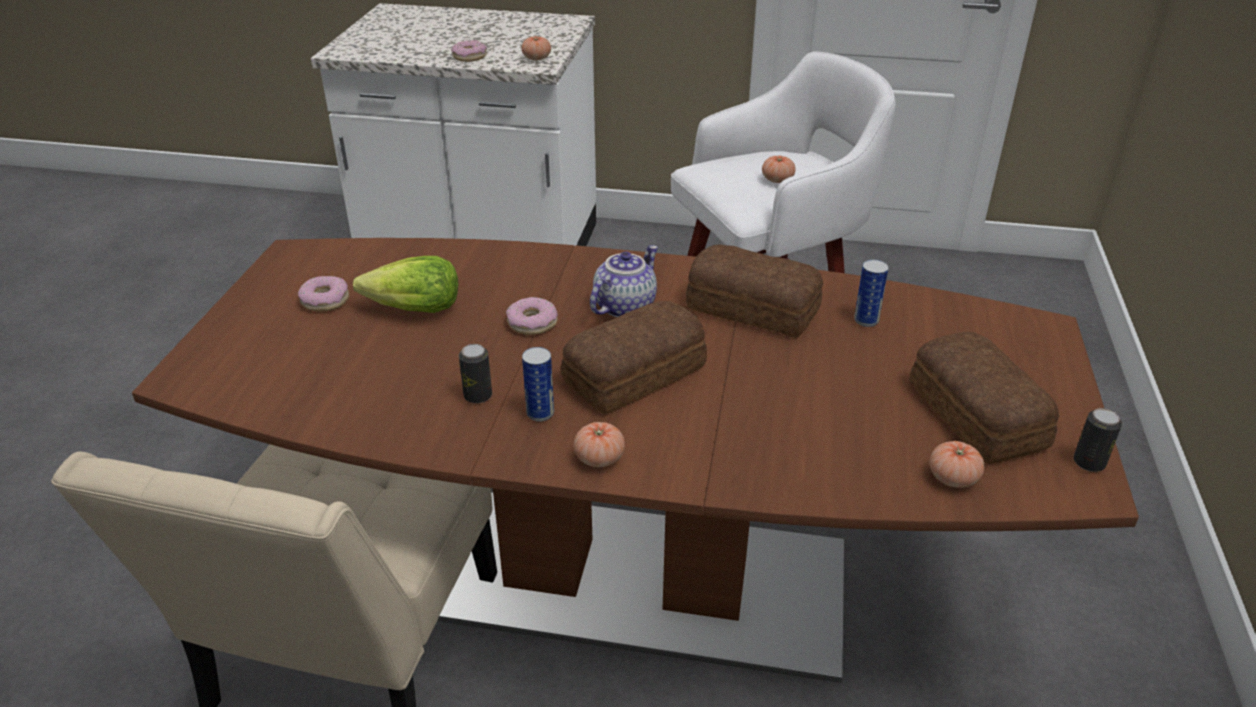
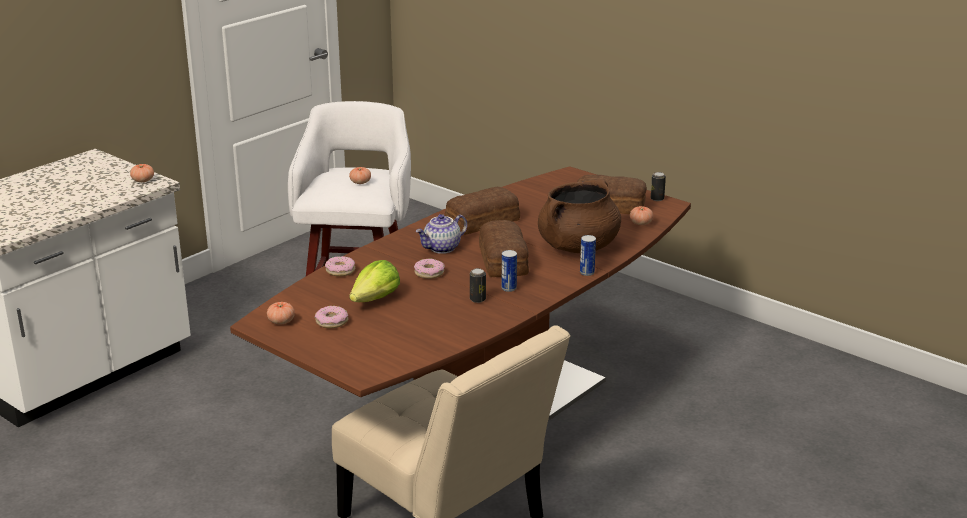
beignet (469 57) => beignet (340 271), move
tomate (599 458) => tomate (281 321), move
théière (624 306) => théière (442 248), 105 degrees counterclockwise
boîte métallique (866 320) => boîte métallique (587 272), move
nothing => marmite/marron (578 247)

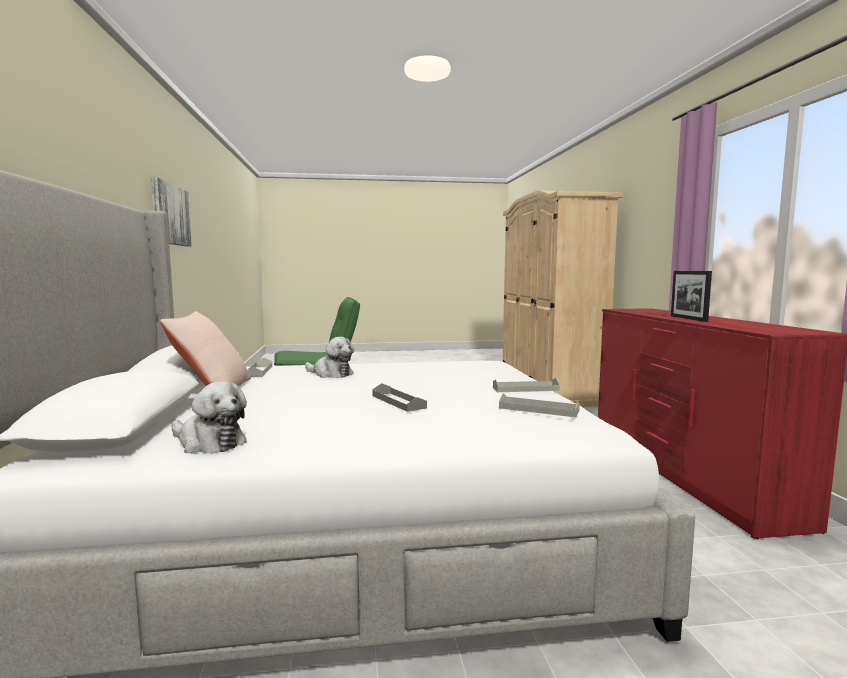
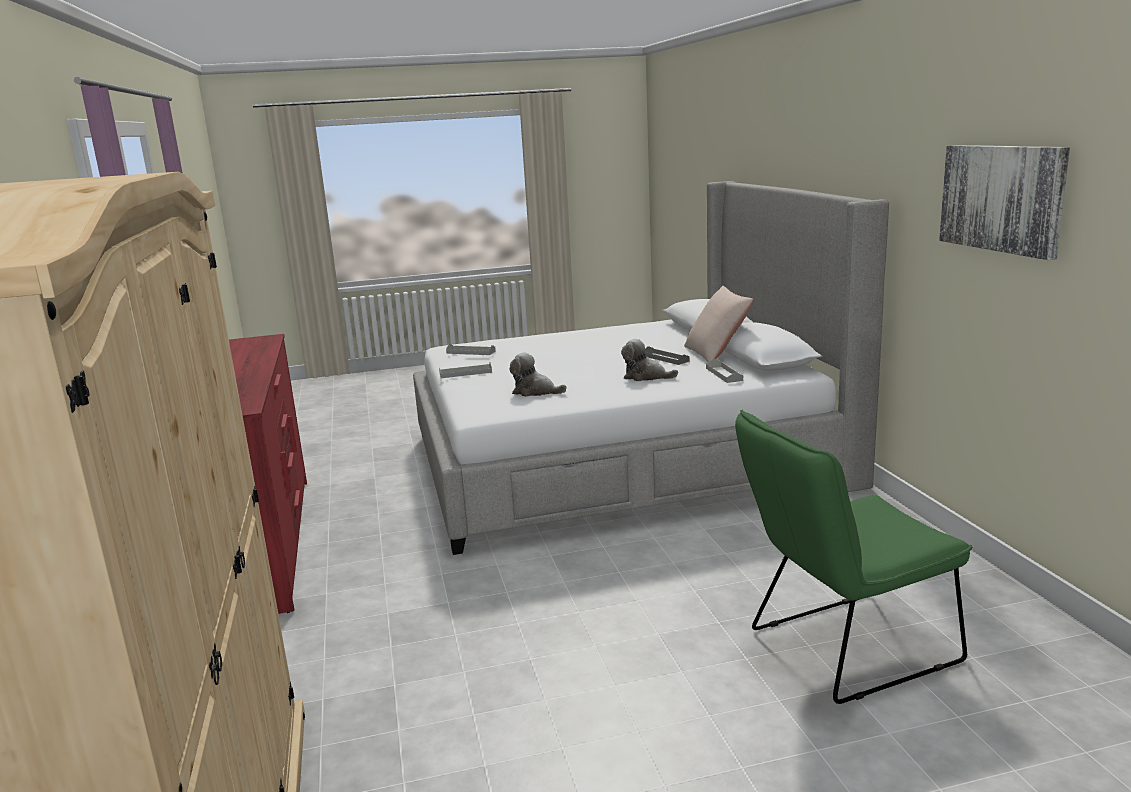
peluche (209 443) => peluche (535 391), move
plateau/gris (398 401) => plateau/gris (665 358), move
cadre photo (688 318) => nothing

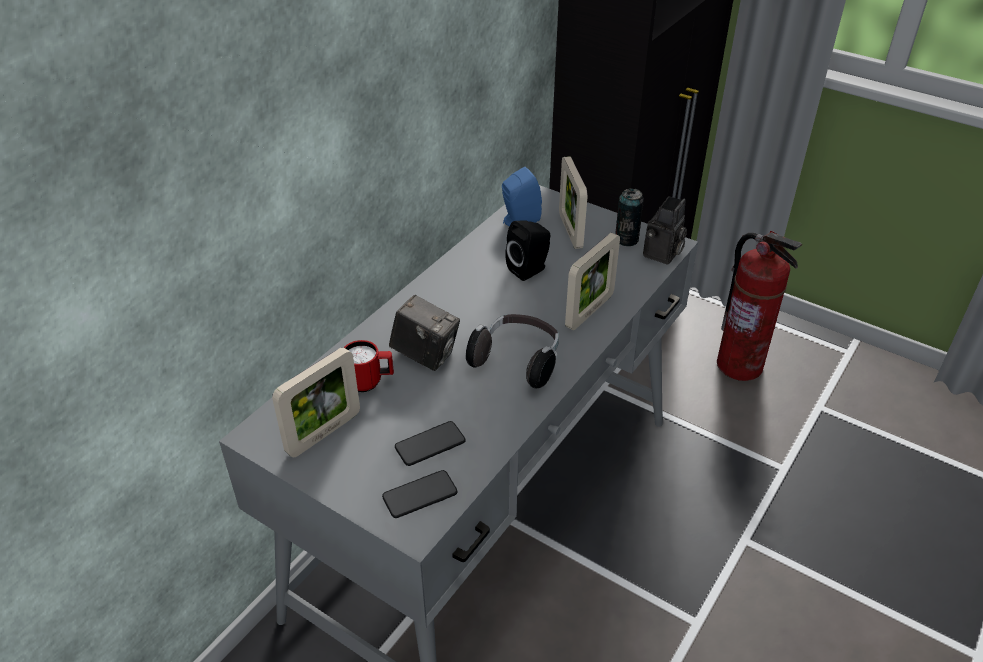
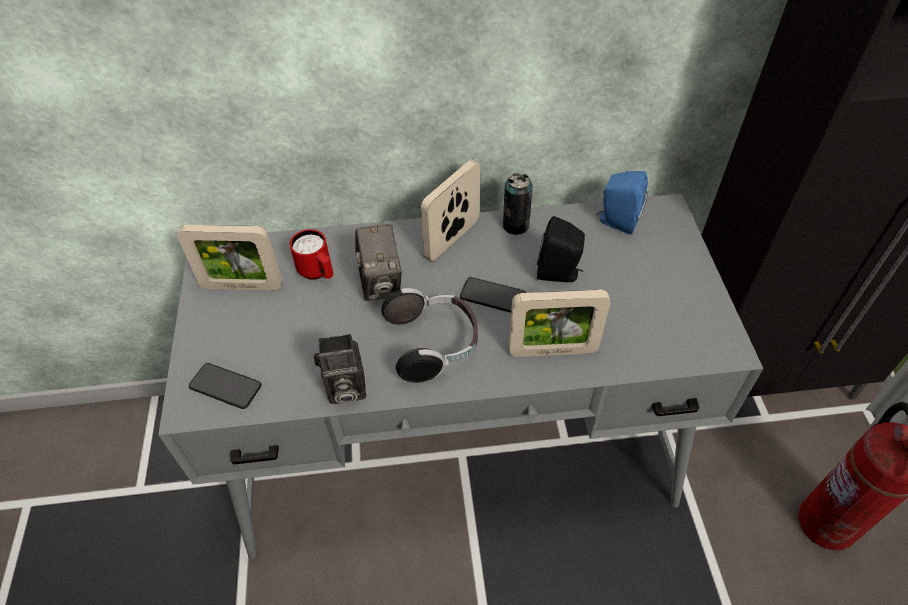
téléphone (430 444) => téléphone (492 296), move
cadre photo (570 231) => cadre photo (452 239), move
boîte métallique (626 239) => boîte métallique (515 225), move
appareil photo (662 255) => appareil photo (344 390), move

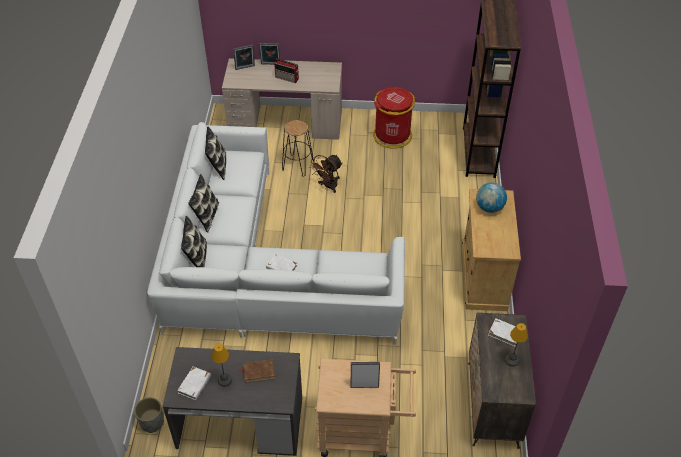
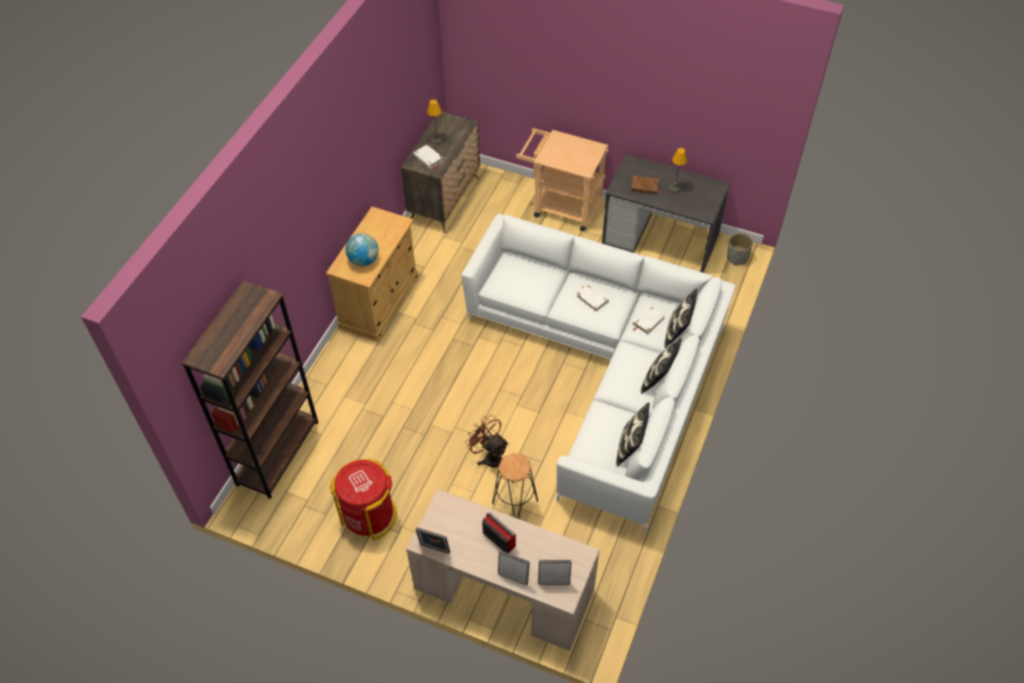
livre/blanc (195 384) => livre/blanc (648 321), move
ventilateur/marron (328 186) => ventilateur/marron (489 457), 105 degrees counterclockwise
cadre photo (364 385) => cadre photo (434 550), move

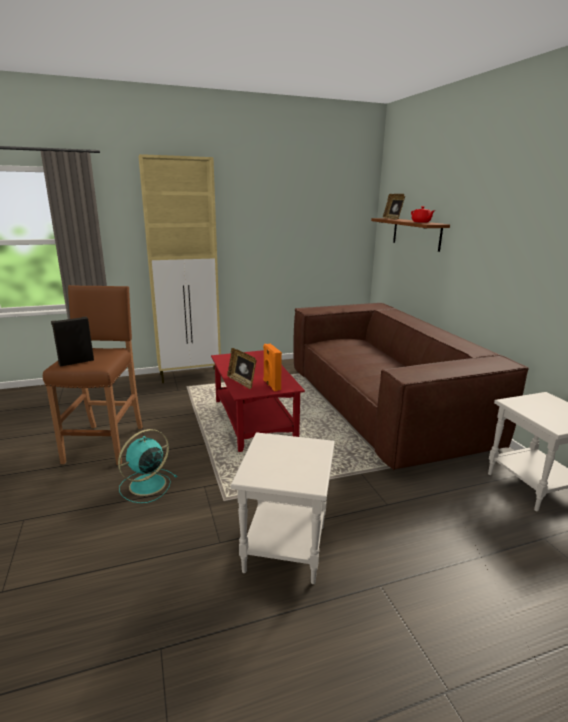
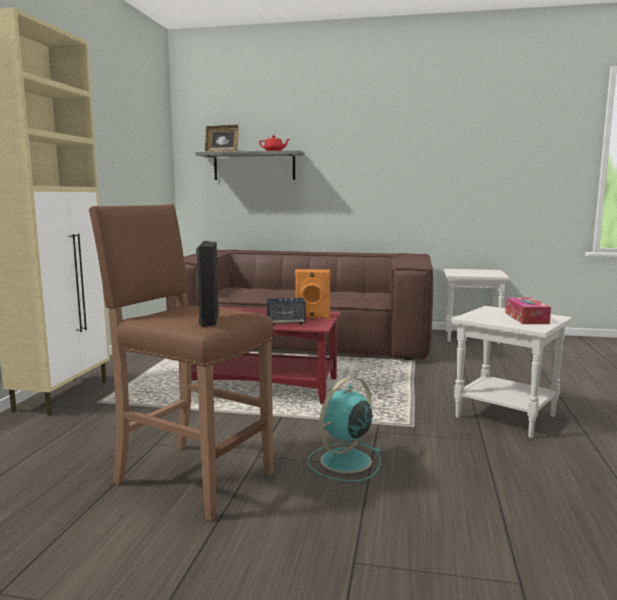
ventilateur/turquoise (146 485) => ventilateur/turquoise (344 462), 60 degrees clockwise
cadre photo (242 382) => enceinte (286 323)
étagère/marron (416 234) => étagère/gris (254 166)
nothing => boîte à mouchoirs (526 318)

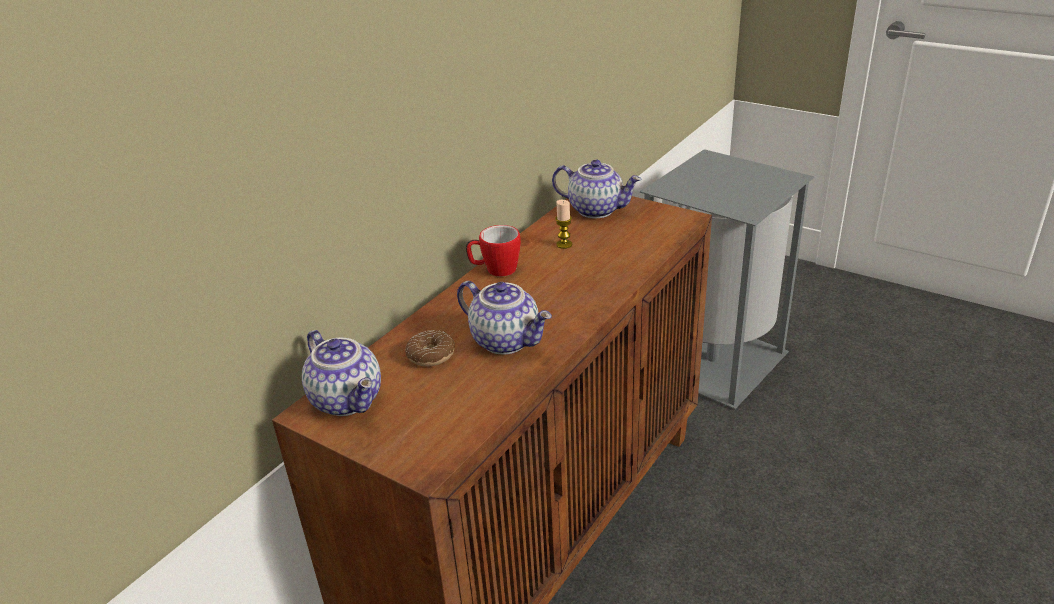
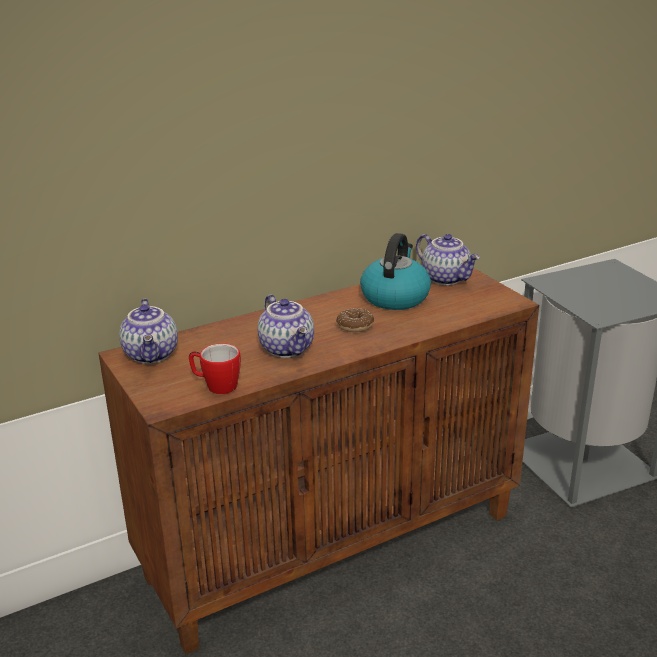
beignet (431 355) => beignet (355 326), move
mug (495 270) => mug (216 386), move
bougie (564 244) => bouilloire (395 297)

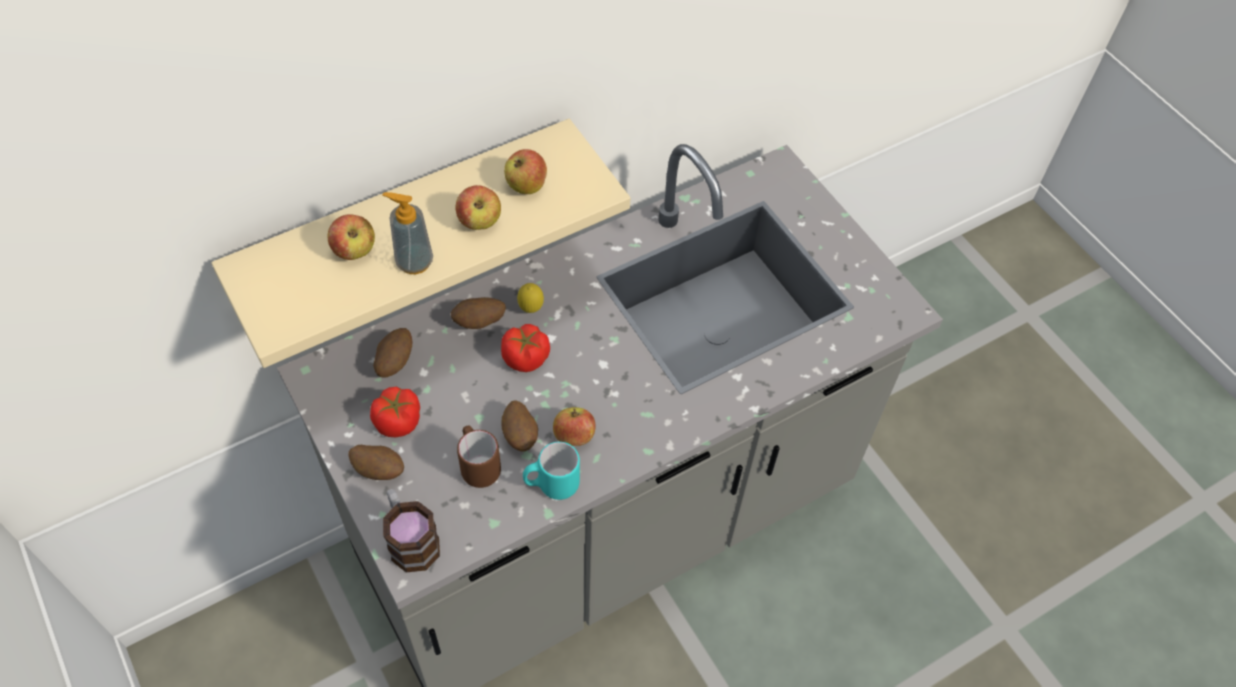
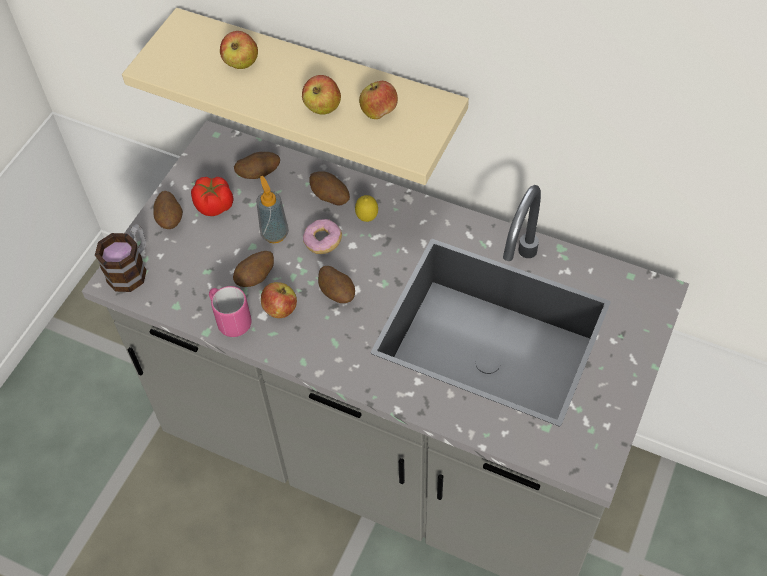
distributeur de savon (414 262) => distributeur de savon (274 234), move
mug/marron (478 465) => nothing
tomate (526 358) => beignet (323 242)
mug/turquoise (551 484) => mug/rose (230 320)
nothing => pomme de terre (337 293)

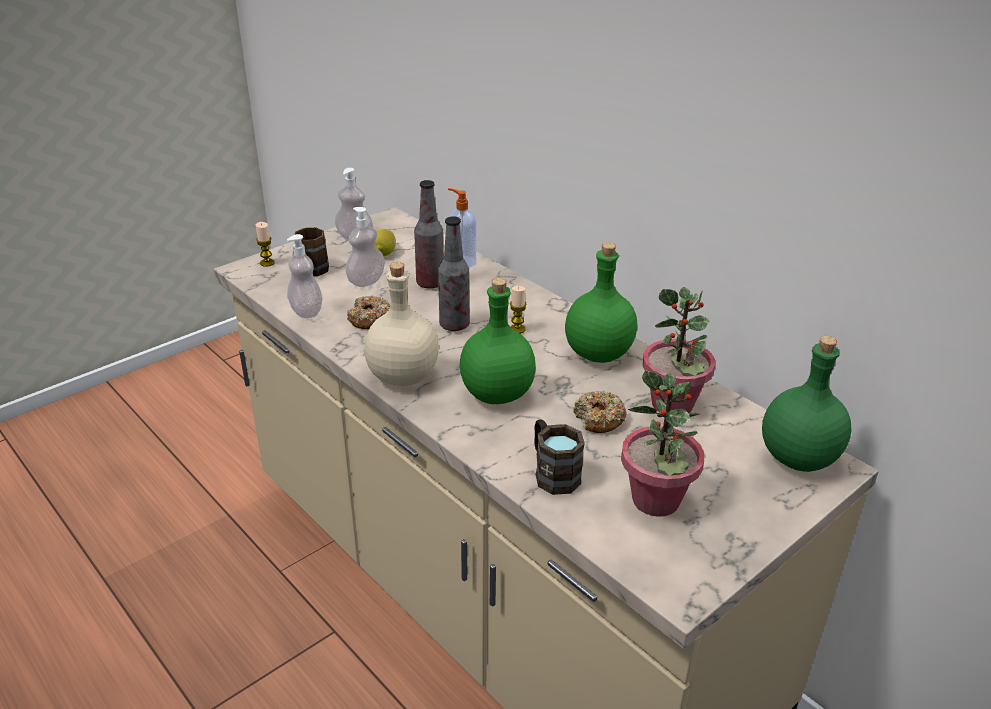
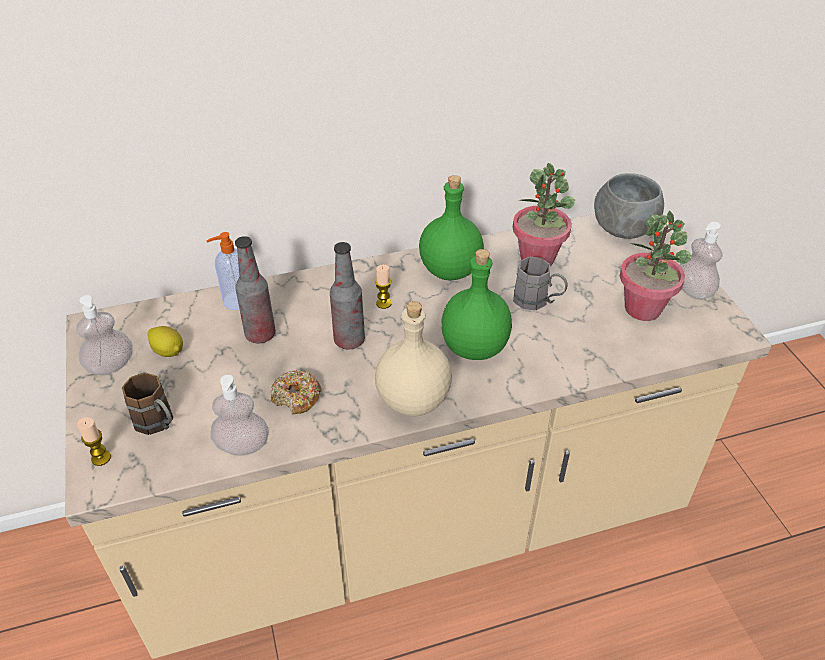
distributeur de savon (366 281) => distributeur de savon (693 290), move
mug/marron (552 472) => nothing
beignet (599 419) => mug/gris (538 302)
bouteille/vert (796 458) => bol/gris (623 229)

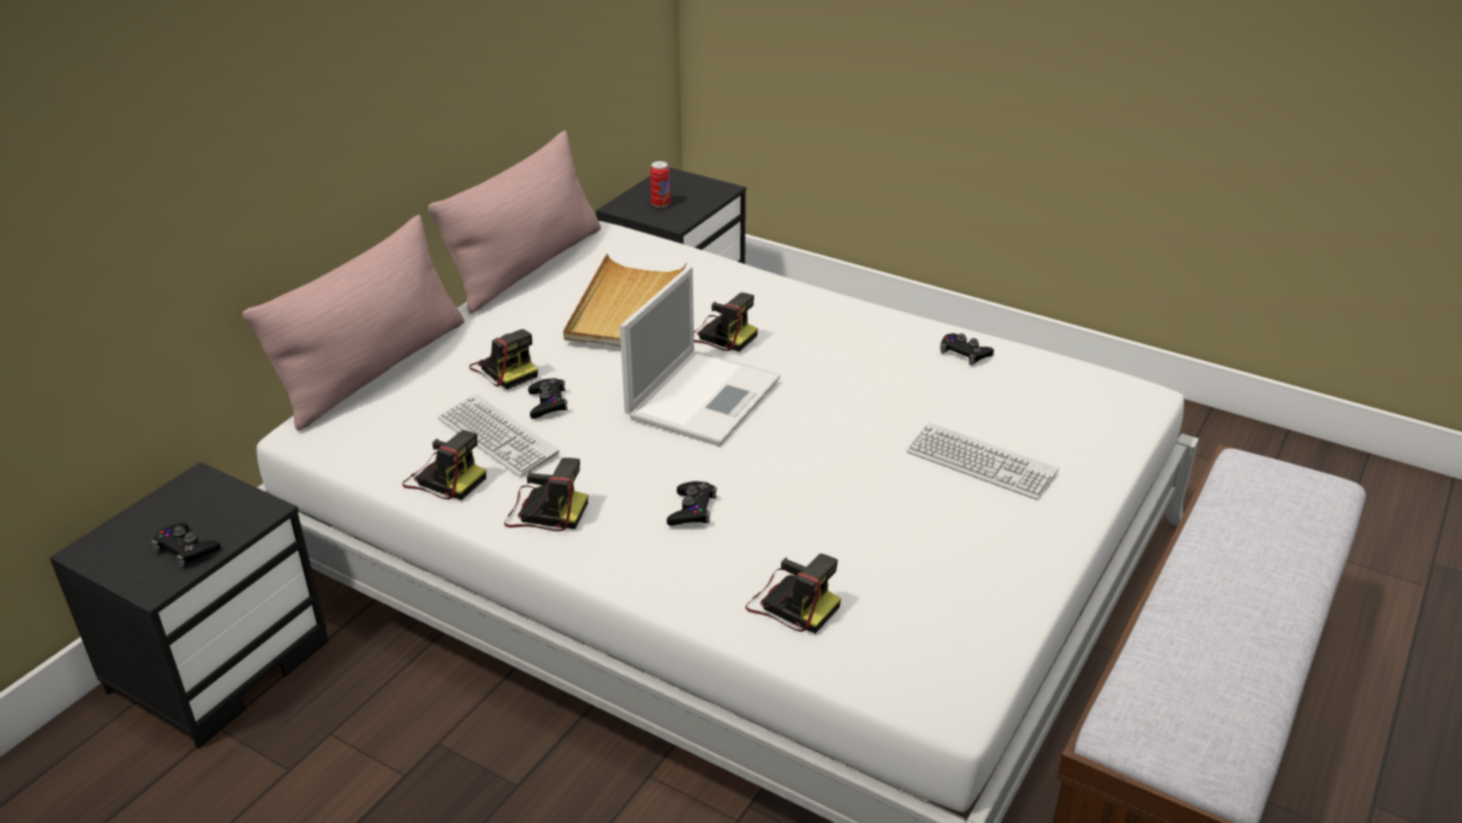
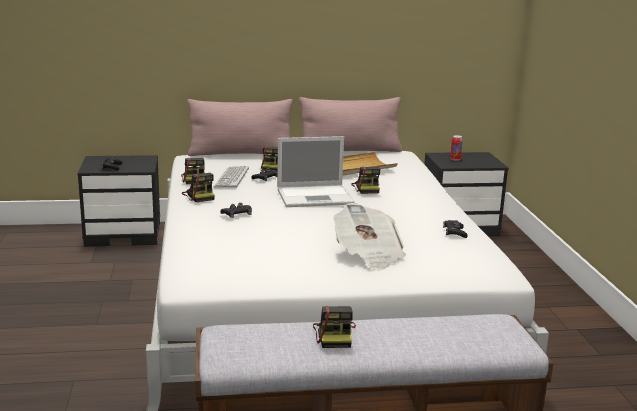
appareil photo (791 603) => appareil photo (335 335), move
clavier (981 463) => journal (368 255)

